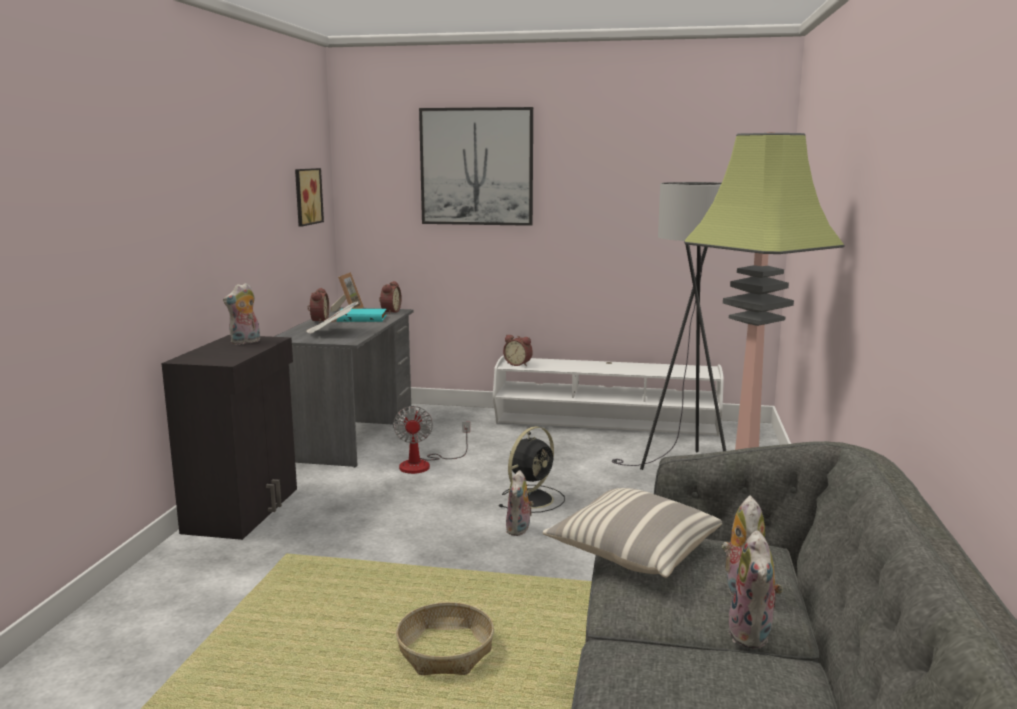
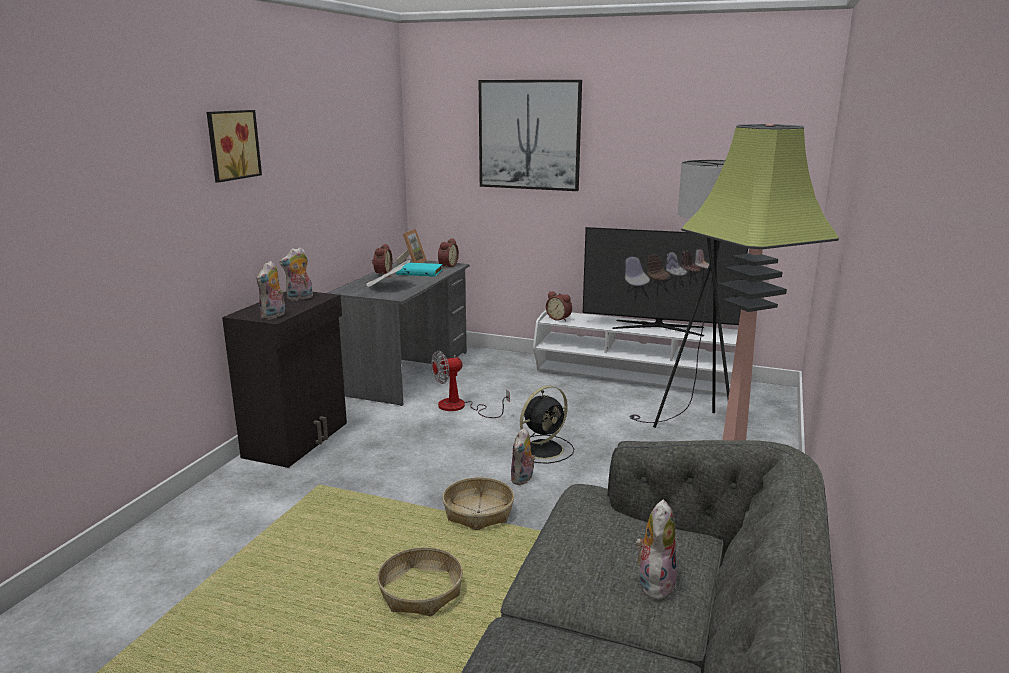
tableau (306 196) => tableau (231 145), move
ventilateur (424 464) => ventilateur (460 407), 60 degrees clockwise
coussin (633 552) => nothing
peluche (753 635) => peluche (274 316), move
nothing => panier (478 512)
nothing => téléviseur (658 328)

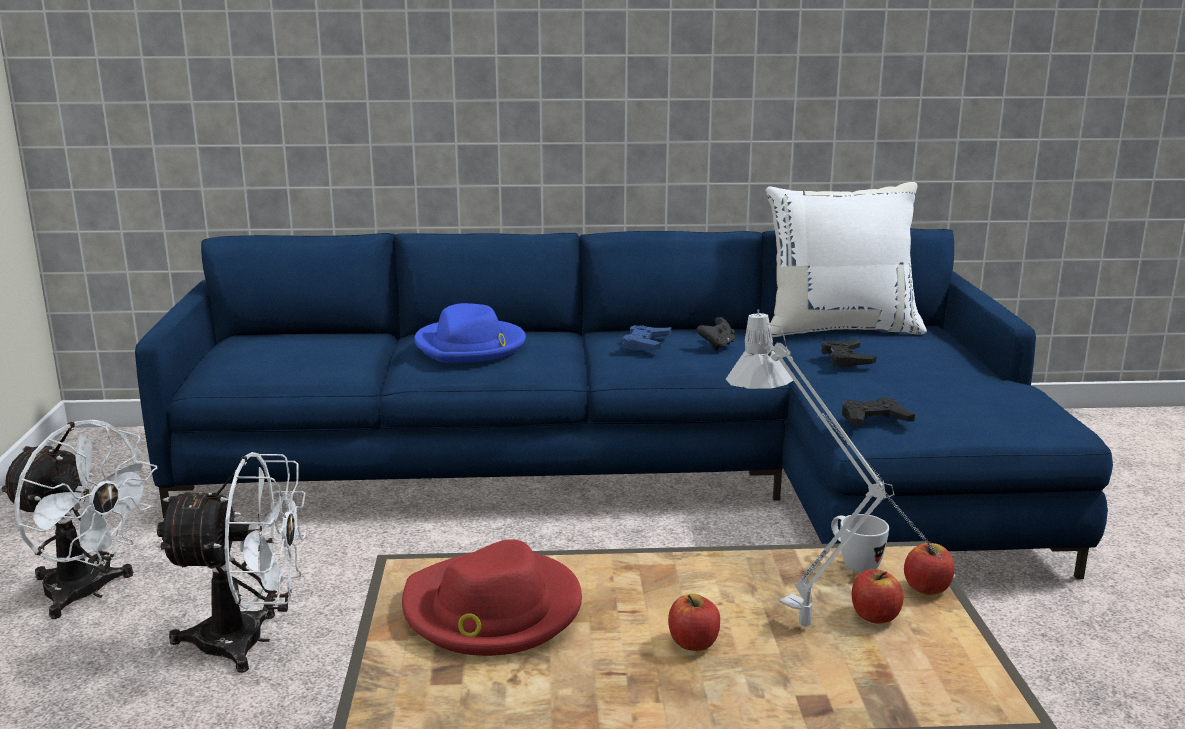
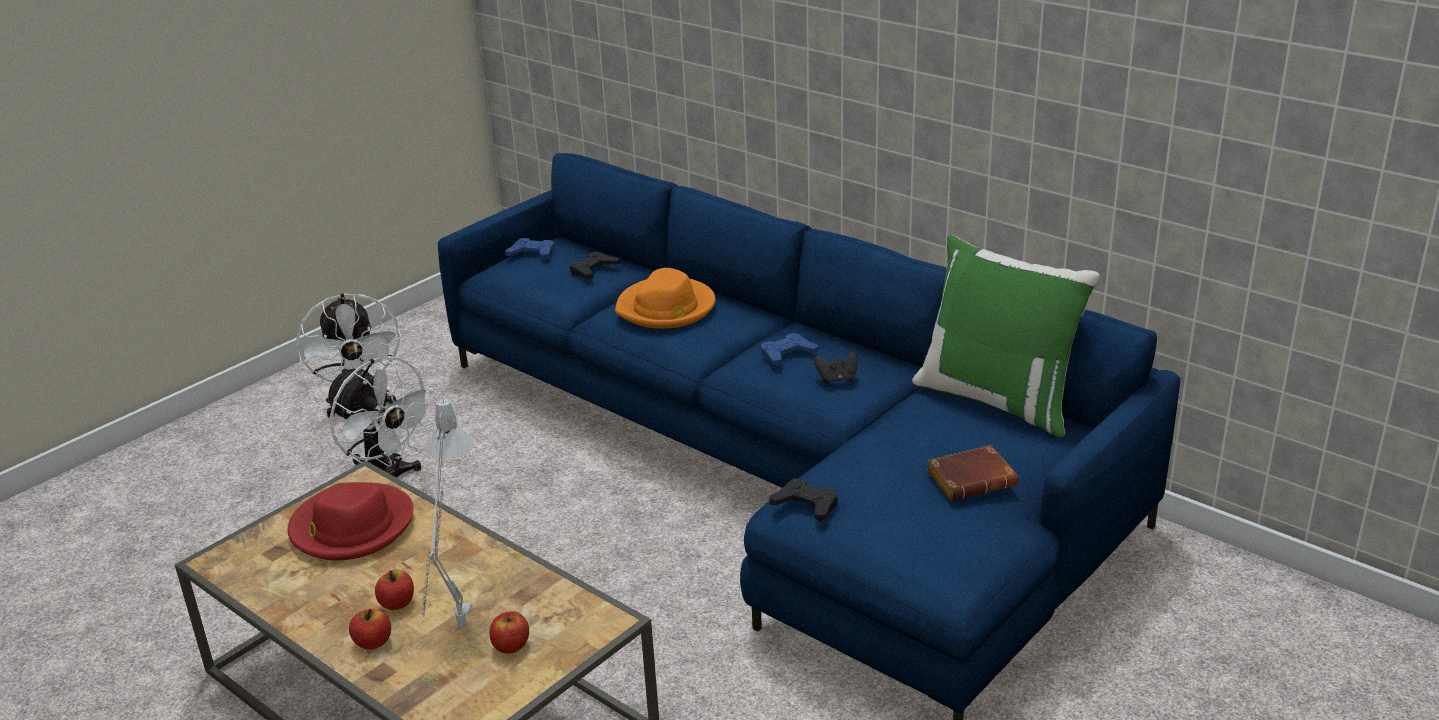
chapeau/bleu (470 346) => chapeau/orange (666 308)
coussin/blanc (839 328) => coussin/vert (998 399)
manette/noir (846 359) => manette/noir (593 270), move
mug/blanc (854 563) => nothing
pomme (927 588) => pomme (373 642), move
nothing => manette/bleu (532 254)
nothing => livre/marron (972 478)

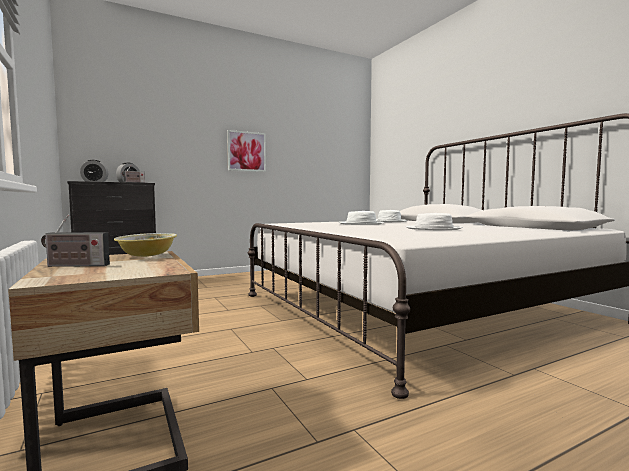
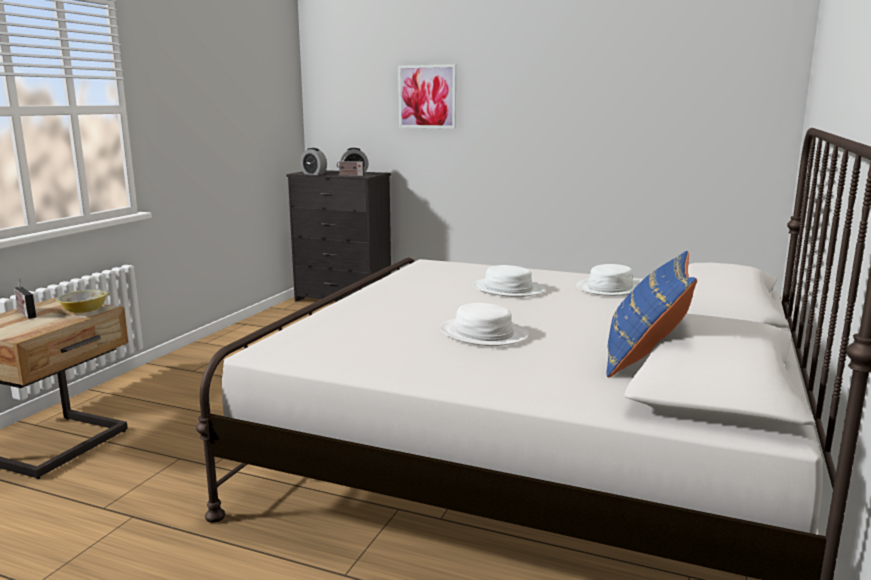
tableau (246 151) => tableau (427 96), move
nothing => coussin/bleu (644 359)

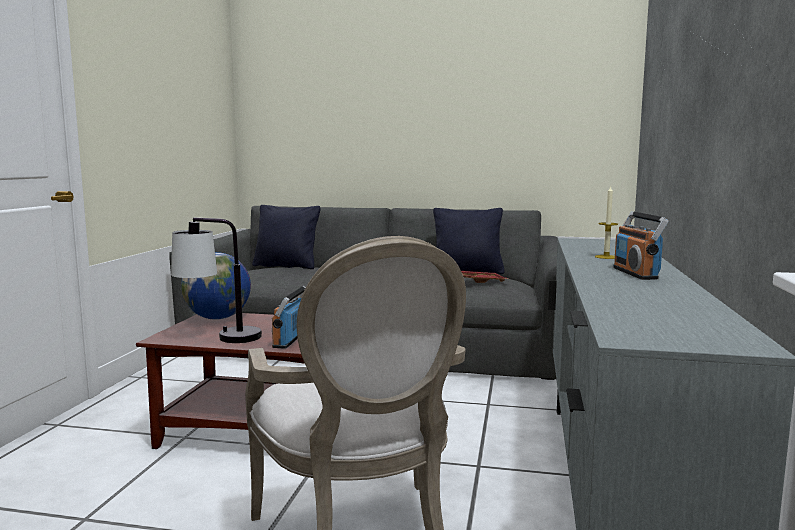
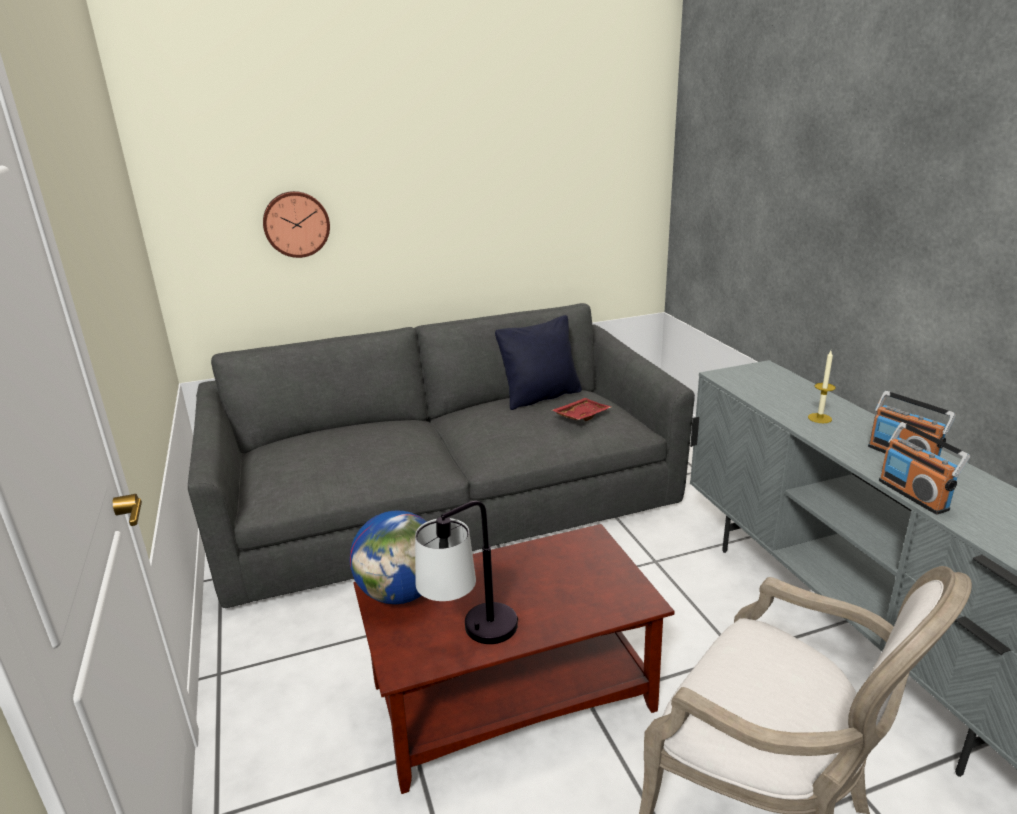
coussin/noir (286 266) => nothing
radio (289 340) => radio (913 495), move
nothing => horloge murale (296 224)

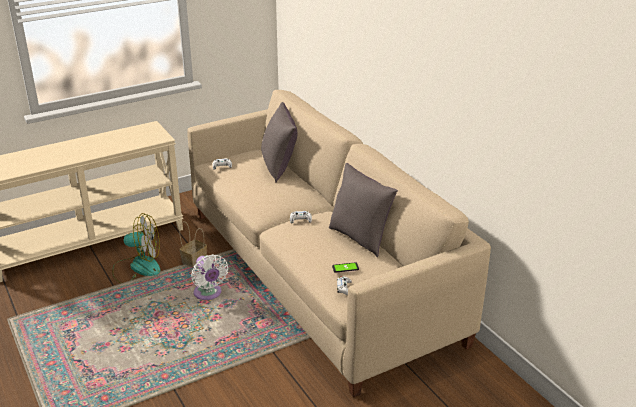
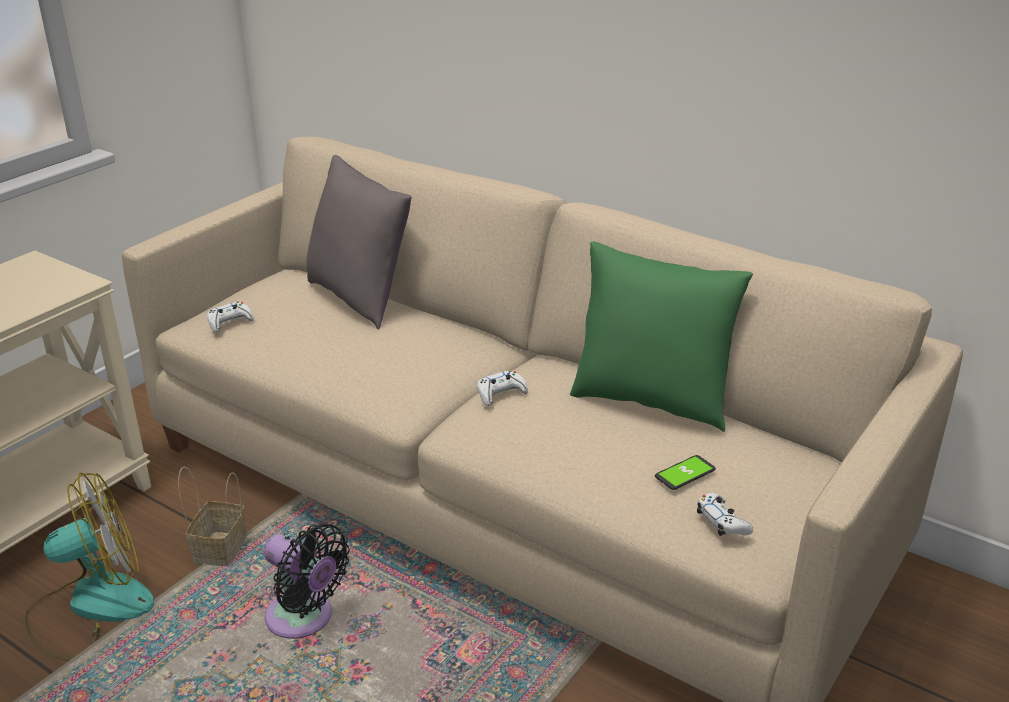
ventilateur/blanc (208 294) => ventilateur/noir (304 619)
coussin/gris (360 238) => coussin/vert (651 401)

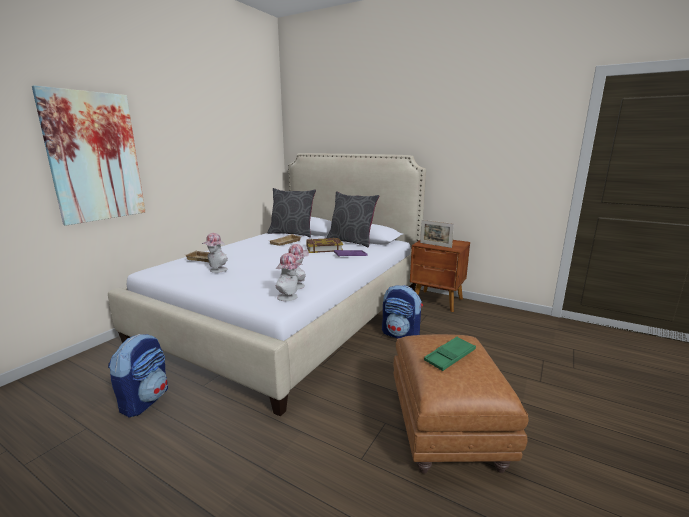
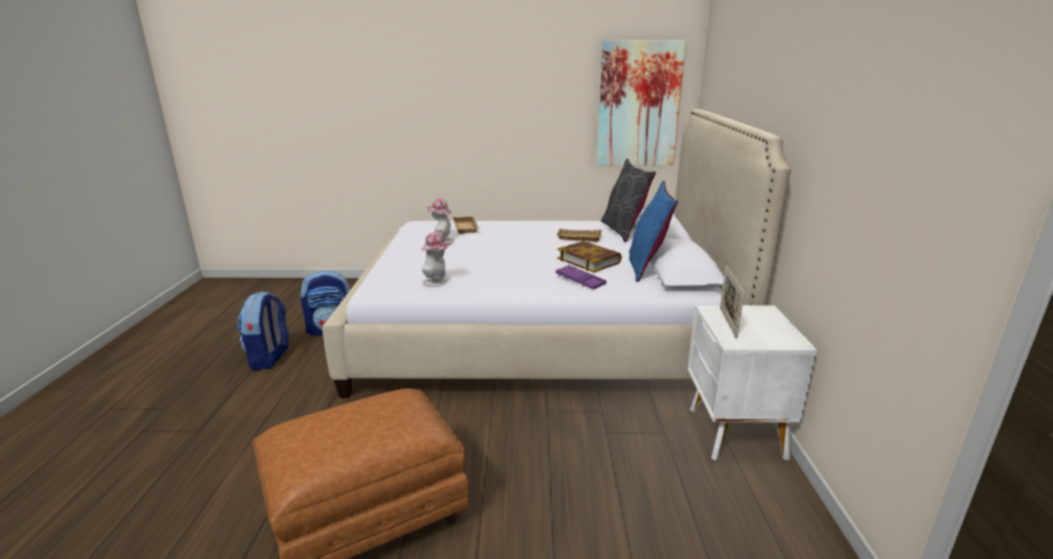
tableau (95 157) => tableau (639 104), move
chapeau (290 297) => nothing
coussin/gris (351 241) => coussin/bleu (647 266)
sac à dos (401 335) => sac à dos (270 358), move
table de chevet/marron (437 301) => table de chevet/blanc (735 433)
plateau/vert (450 357) => nothing

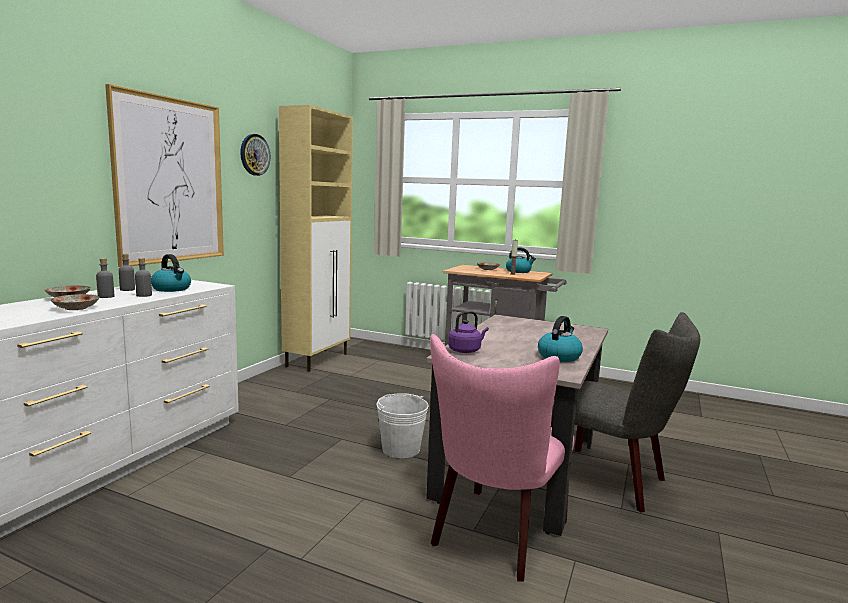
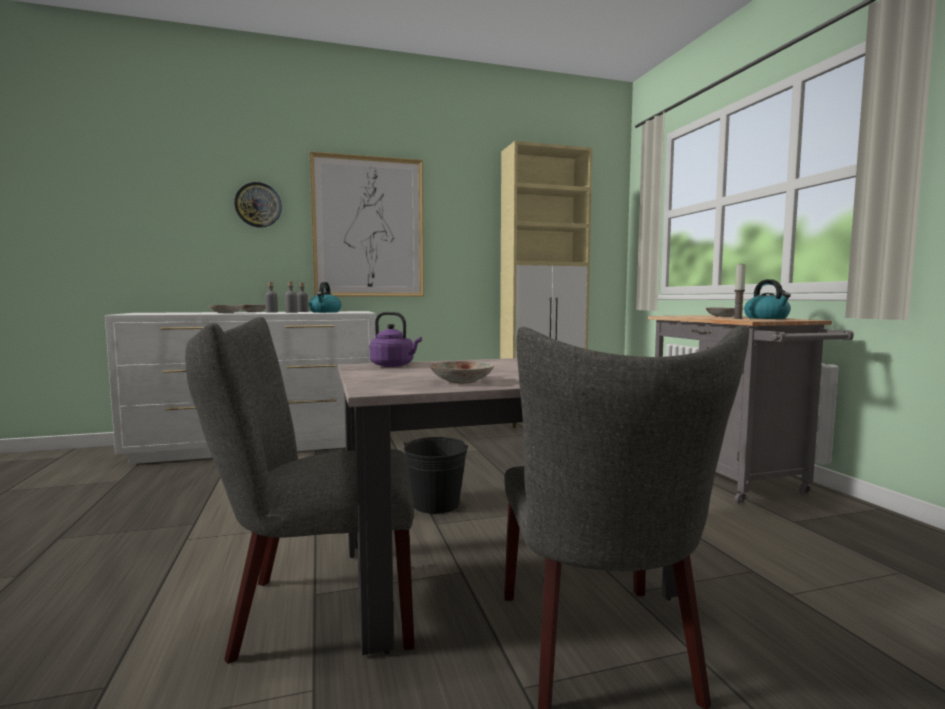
horloge murale (254 154) => horloge murale (258 205), move
seau/blanc (401 449) => seau/noir (436 504)
chaise/rose (495 536) => chaise/gris (315 611)
bouilloire (559 356) => assiette (461 381)

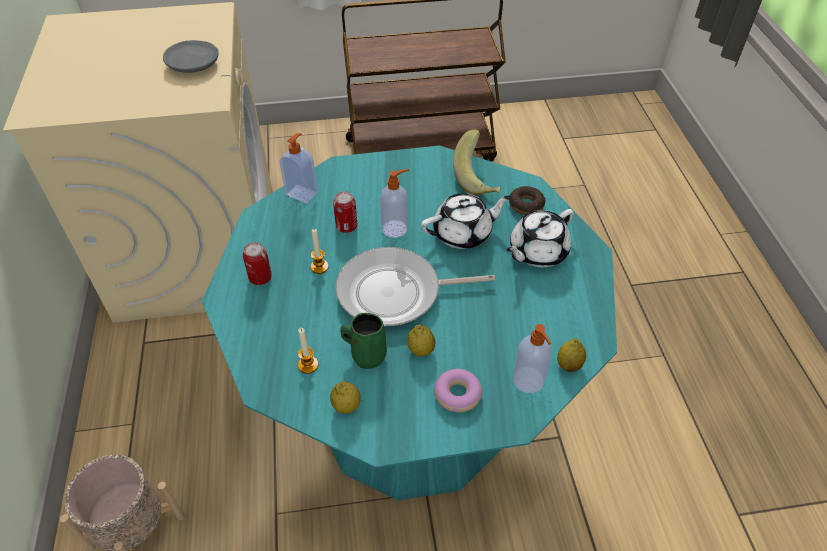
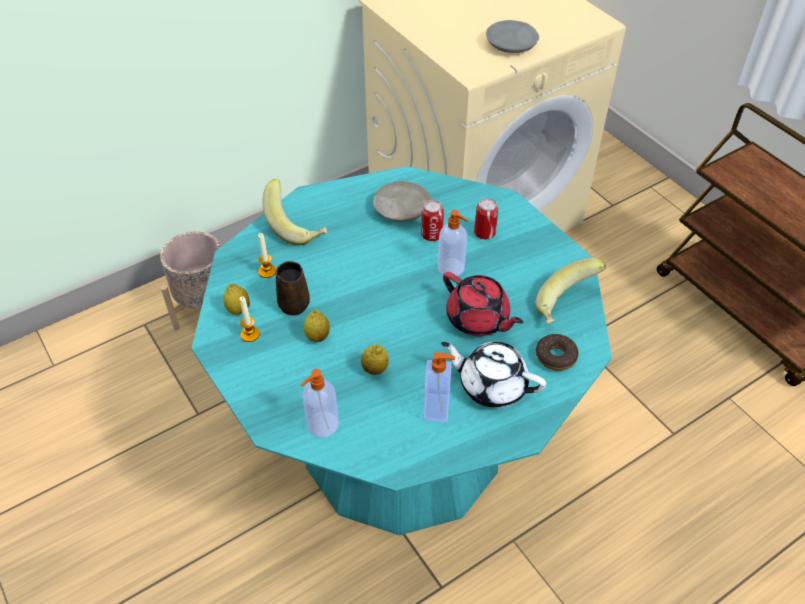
boîte métallique (260 278) => boîte métallique (484 233), move
distributeur de savon (302 193) => distributeur de savon (437 408), move
bougie (319 267) => bougie (250 334), move
poêle (395 293) => nothing
mug/vert (367 355) => mug/marron (294 303)
théière/blanc (463 234) => théière/rouge (478 319)
beignet (457 394) => nothing
citron (569 365) => citron (375 369), move
nothing => banane (297 226)
nothing => assiette/beige (401 208)

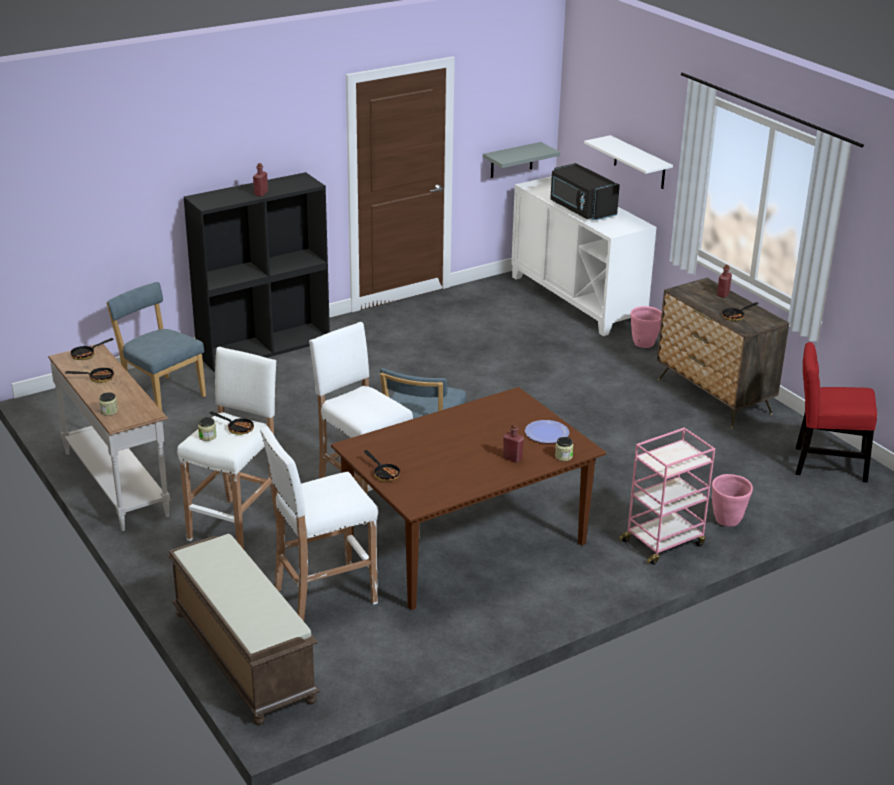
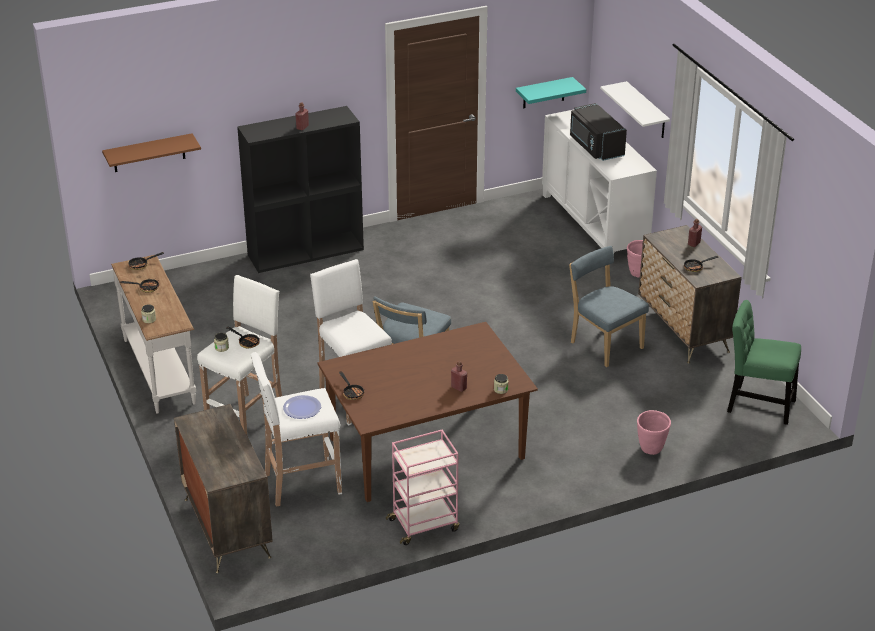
chaise/bleu (161 395) => chaise/bleu (604 344), move
banc/marron (241 656) => commode (227 527)
étagère/gris (511 160) => étagère/turquoise (543 93)
assiette (546 433) => assiette (302 408), move
chariot/rose (663 542) => chariot/rose (424 524), move
chaise/rouge (825 464) => chaise/vert (757 404)
nothing => étagère/marron (149 153)

